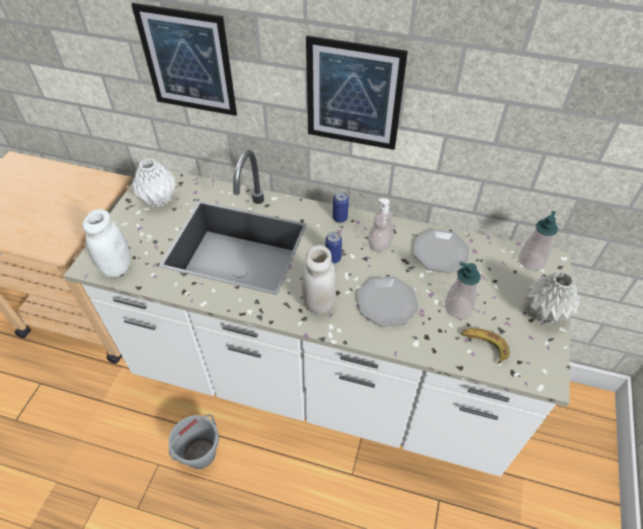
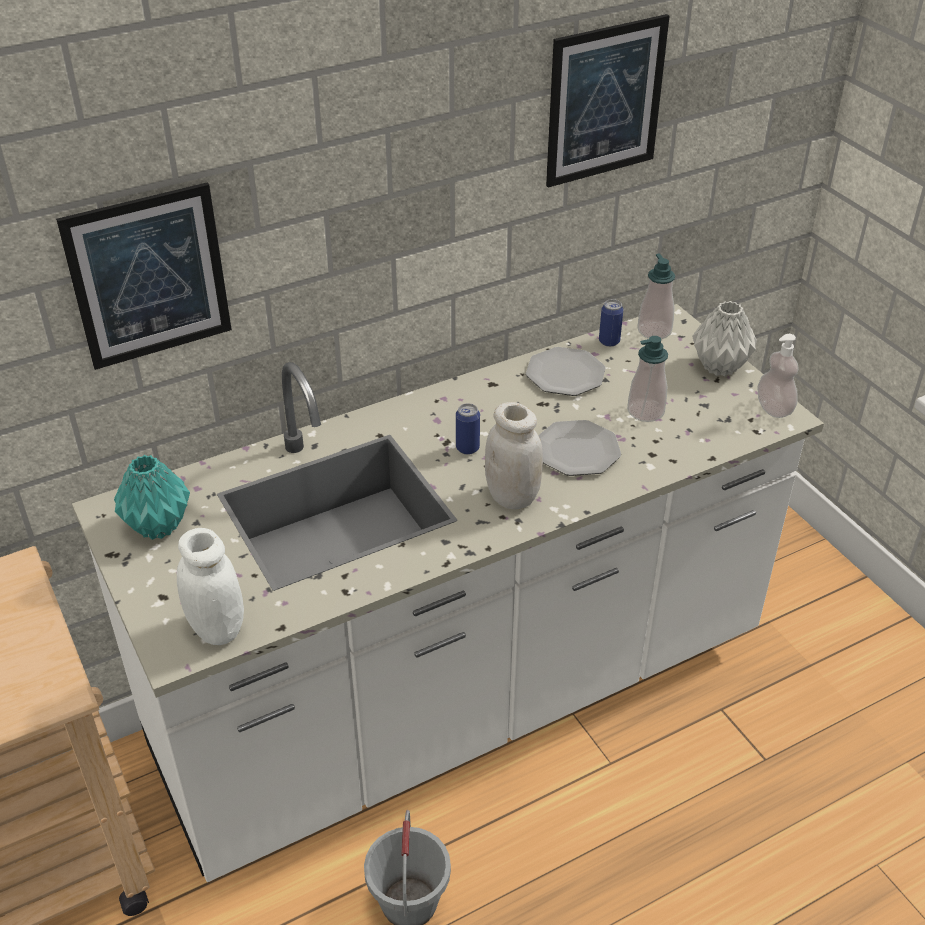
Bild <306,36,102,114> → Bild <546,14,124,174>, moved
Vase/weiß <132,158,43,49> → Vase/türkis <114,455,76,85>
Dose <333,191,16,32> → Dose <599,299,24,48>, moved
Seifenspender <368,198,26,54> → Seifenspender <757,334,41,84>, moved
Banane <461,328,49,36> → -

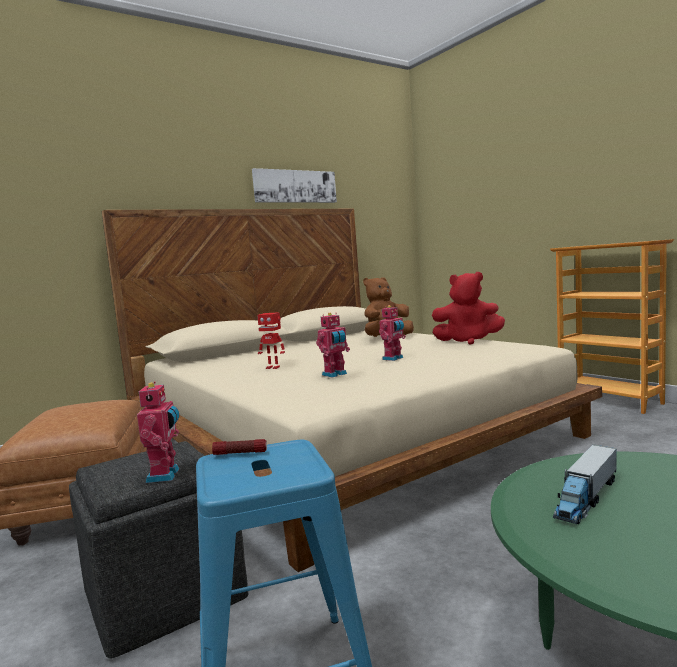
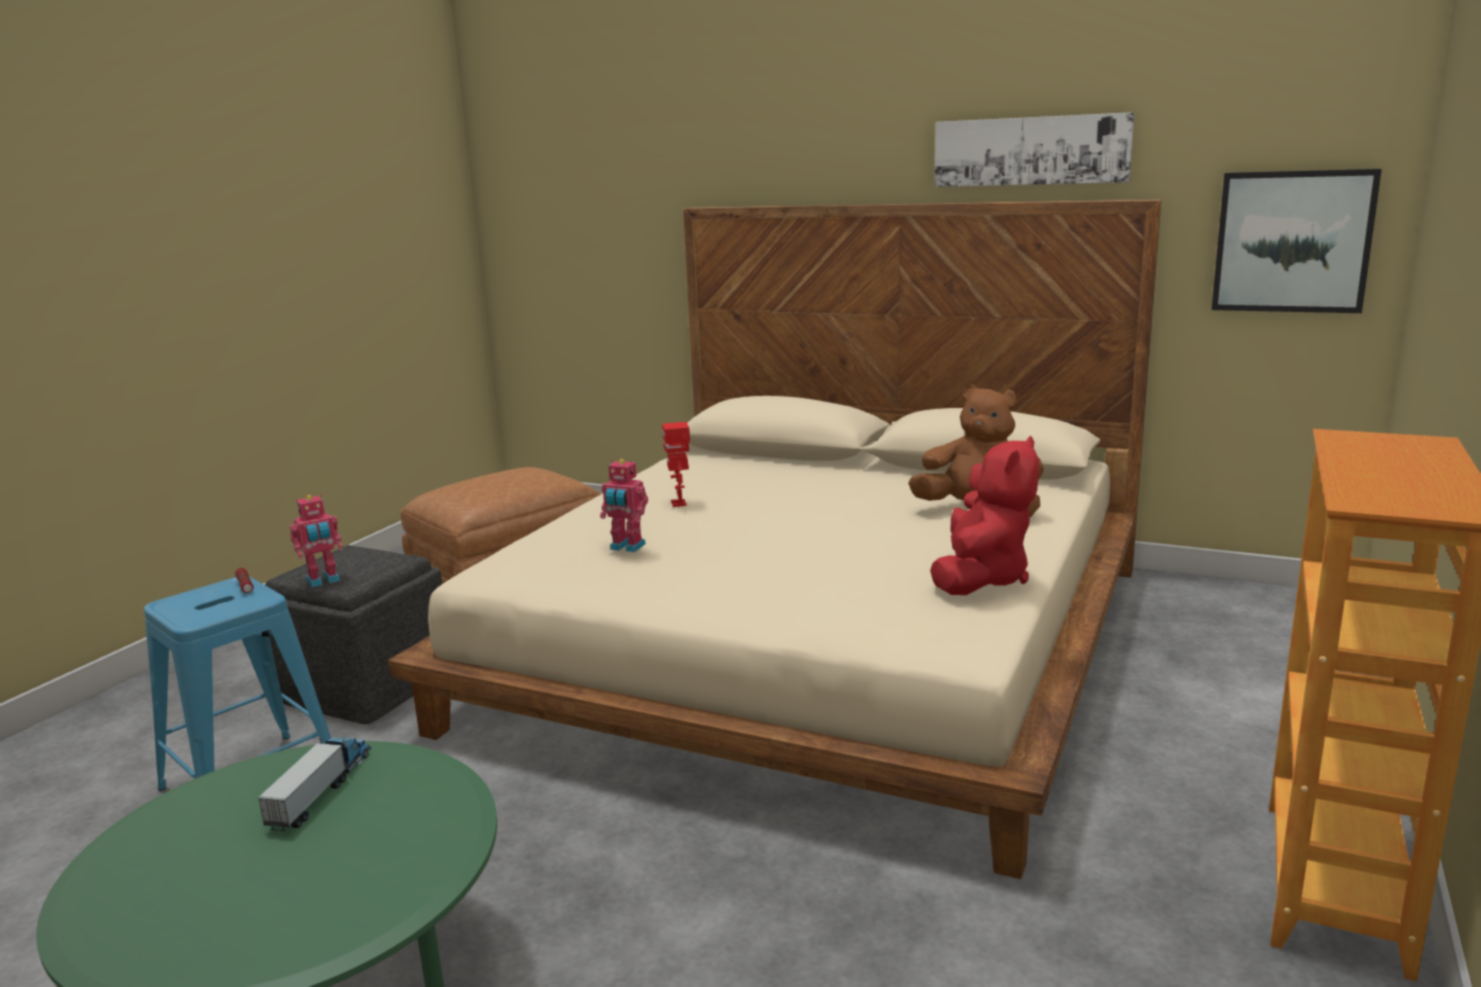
Plüschtier/rot <432,272,73,73> → Plüschtier/rot <930,436,109,159>, 135 degrees counterclockwise
Spielzeugroboter <379,305,27,56> → -
Spielzeuglaster <553,444,64,80> → Spielzeuglaster <258,737,113,94>, 90 degrees clockwise
- → Bild <1211,169,171,144>

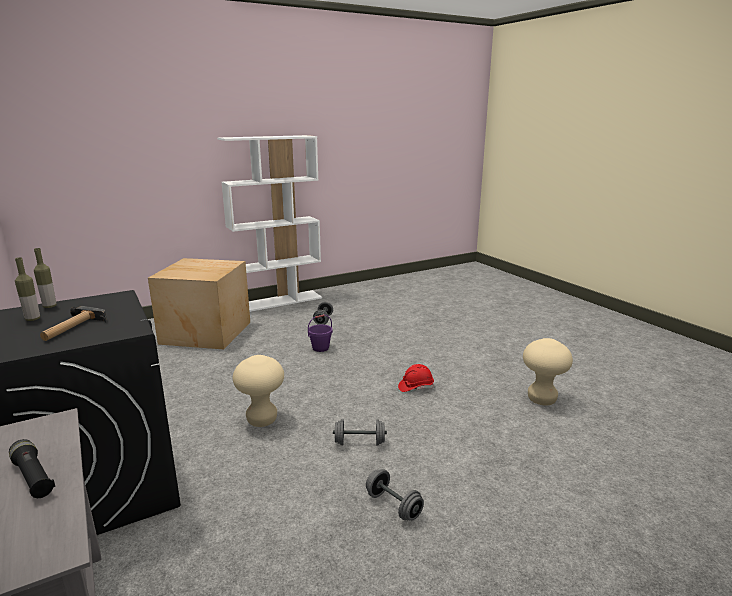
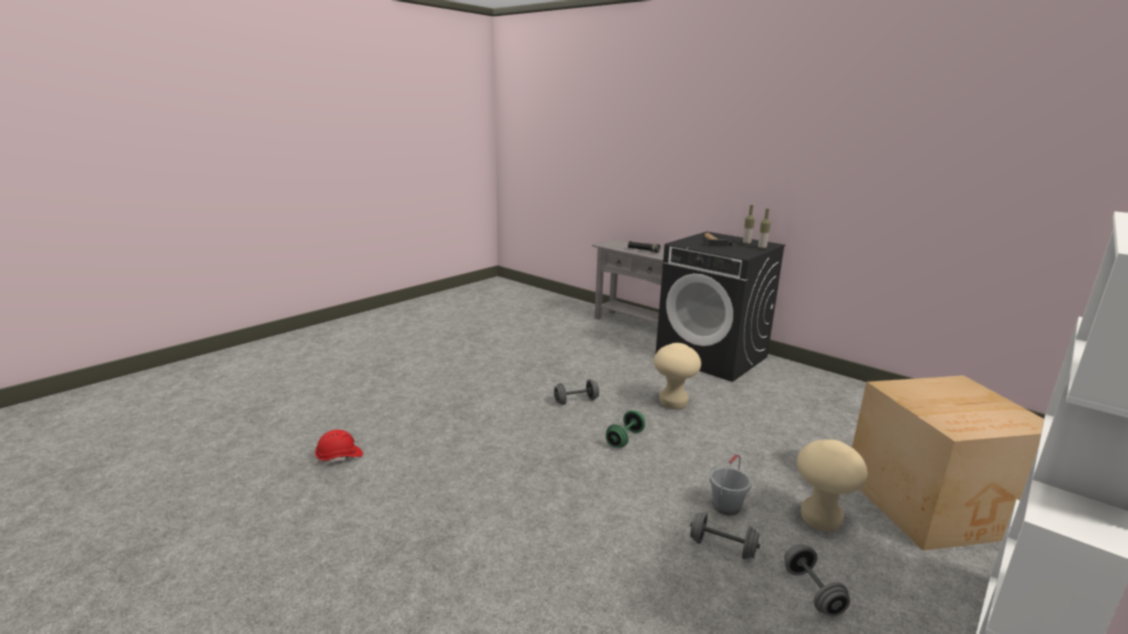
Eimer/lila <308,314,25,38> → Eimer/grau <710,454,41,62>
Hocker/beige <523,338,50,68> → Hocker/beige <797,439,71,92>, moved
Schutzhelm/rot <398,364,36,28> → Schutzhelm/rot <315,430,48,36>, moved
Hantel/grau <366,469,58,52> → Hantel/grau <690,512,70,48>, moved
- → Hantel/grün <606,410,39,38>

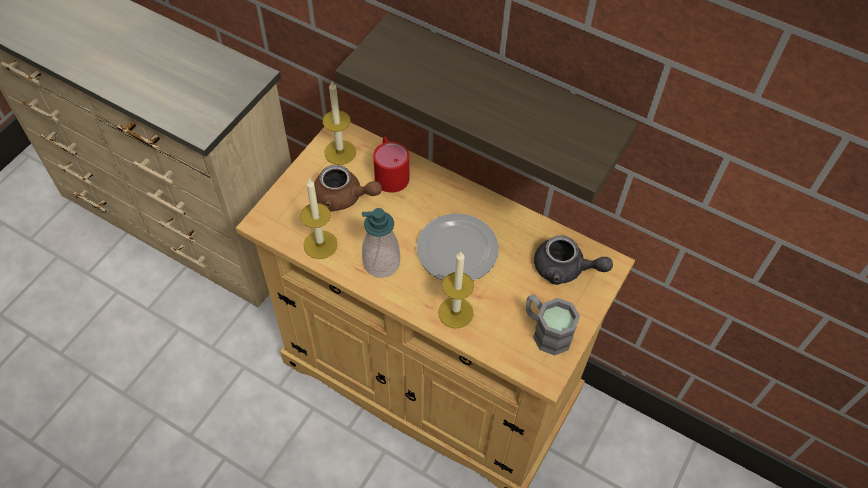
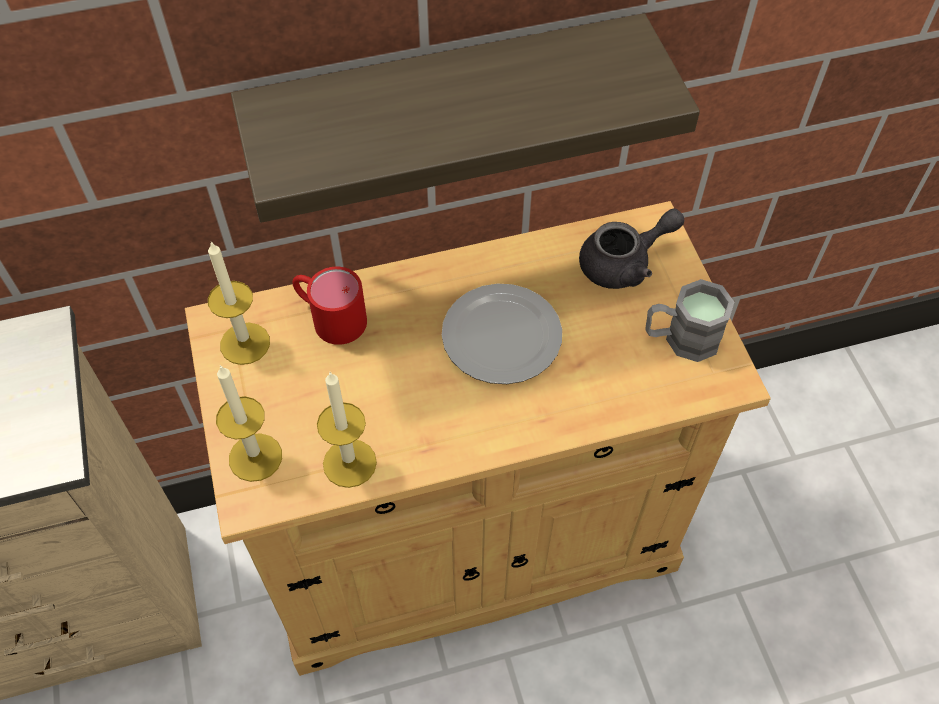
Teekanne/braun <314,165,68,47> → -
Seifenspender <362,208,38,70> → -
Kerze <438,252,36,77> → Kerze <216,365,66,117>, moved

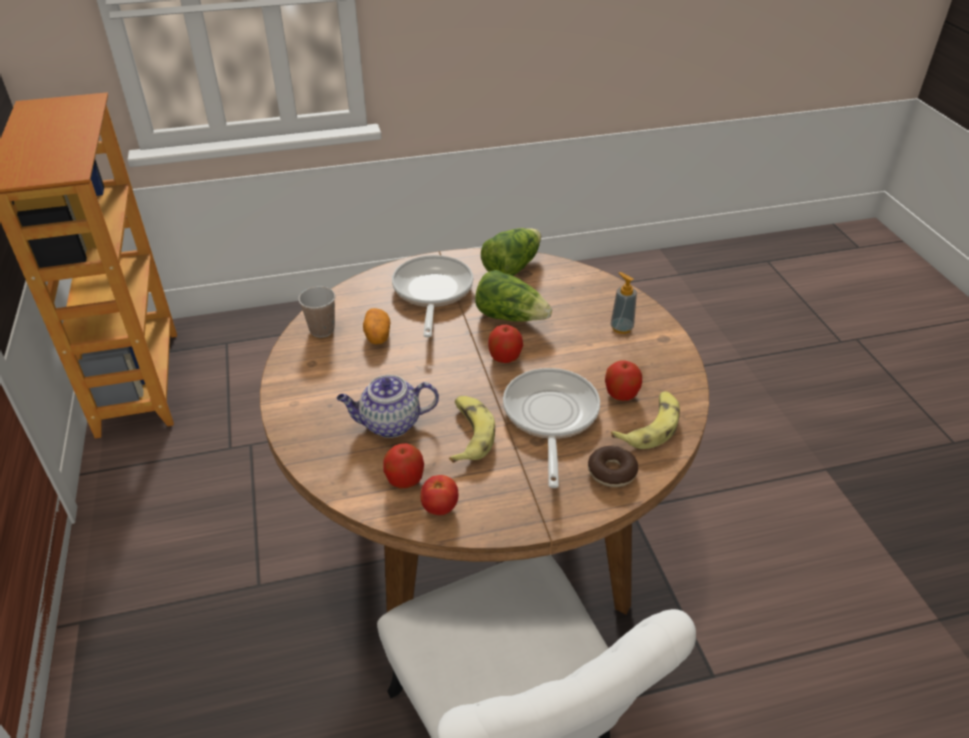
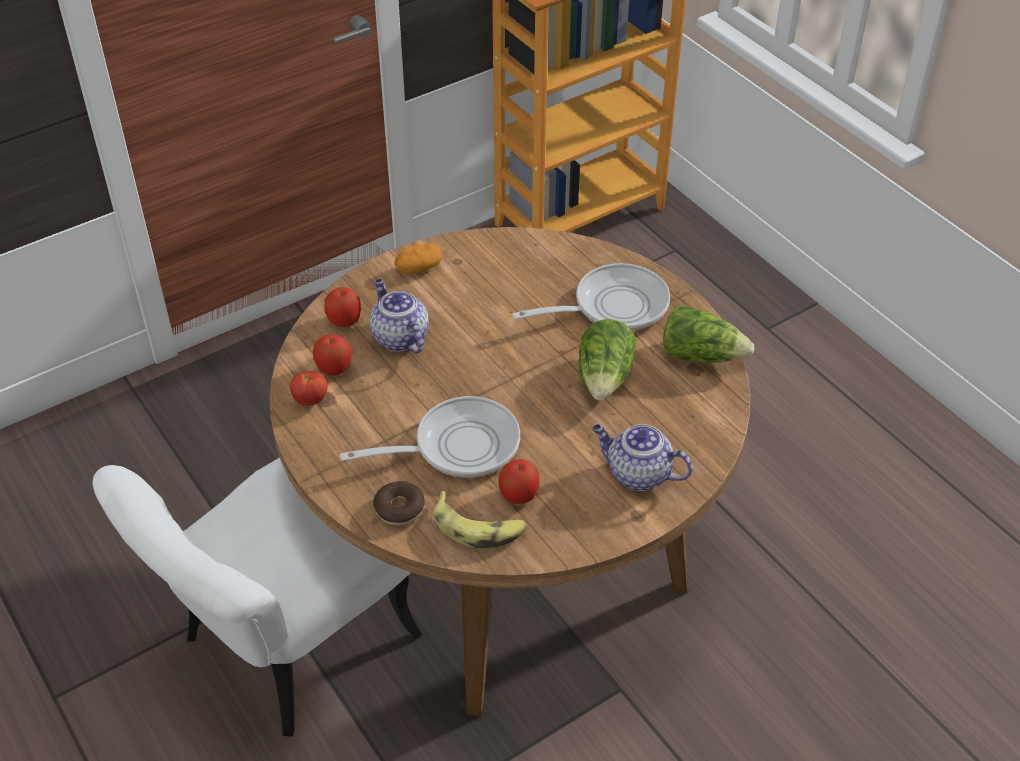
Seifenspender <610,272,27,62> → Teekanne <592,424,101,67>
Tasse <299,286,36,51> → -
Kartoffel <363,308,27,36> → Kartoffel <394,243,48,32>, moved
Apfel <488,325,35,38> → Apfel <324,287,37,40>, moved
Banane <449,396,46,67> → -

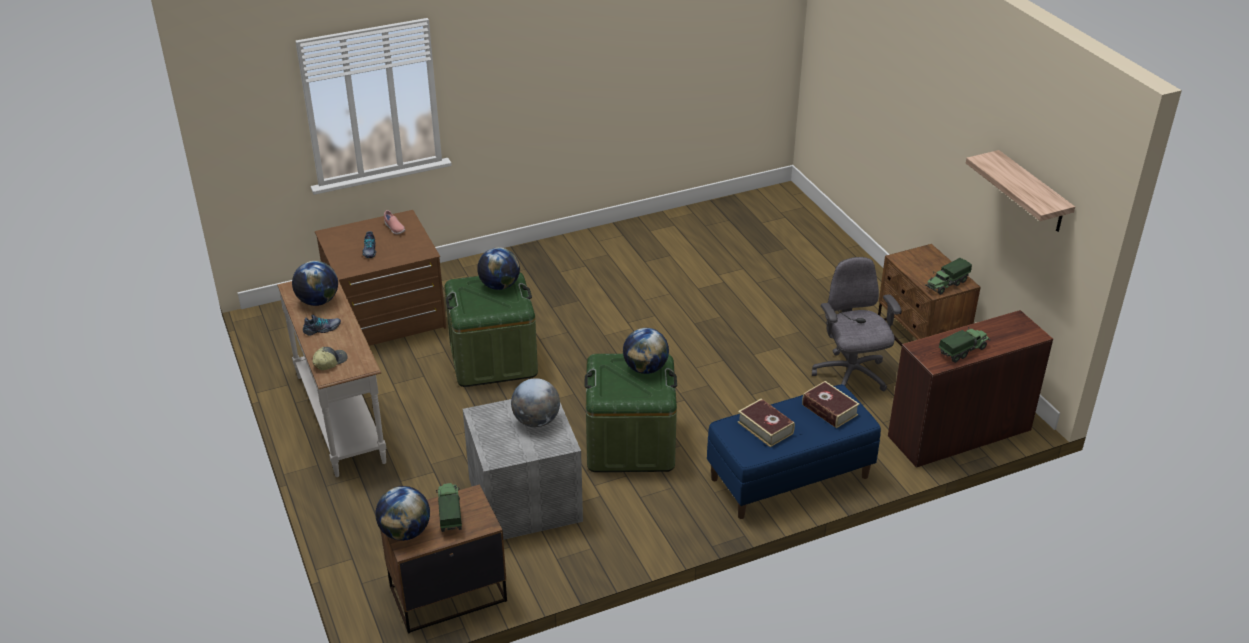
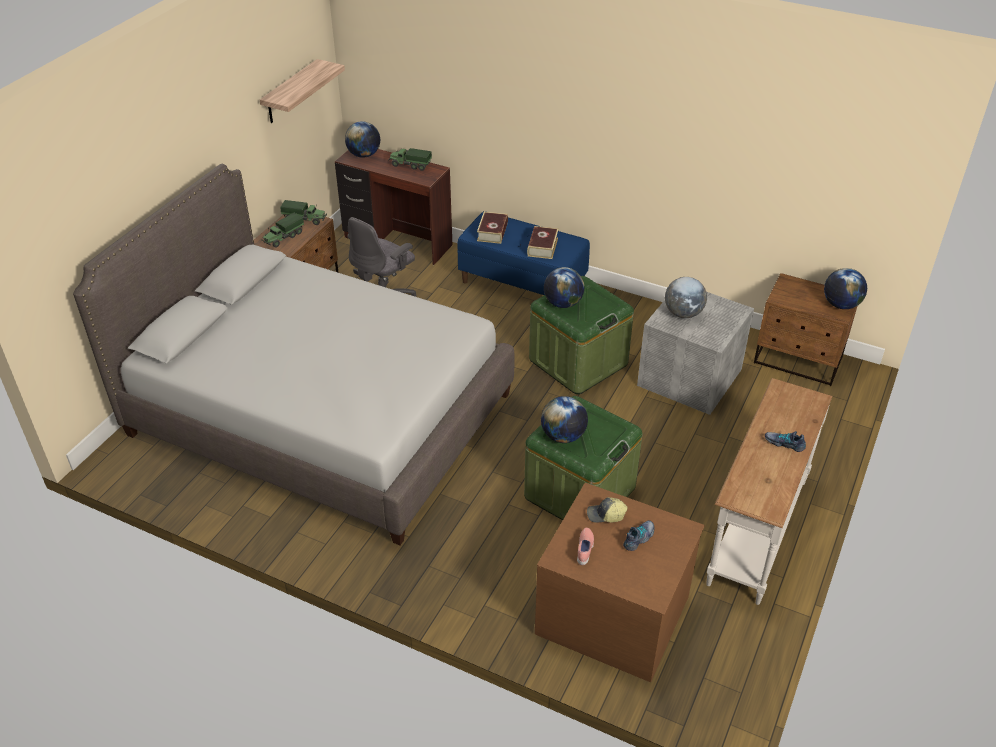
Globus <292,261,46,45> → Globus <345,121,35,37>, moved
Kappe <312,347,36,23> → Kappe <587,497,41,26>, moved
Spielzeuglaster <436,483,26,49> → Spielzeuglaster <262,213,42,34>, moved
- → Bett/grau <73,164,441,381>

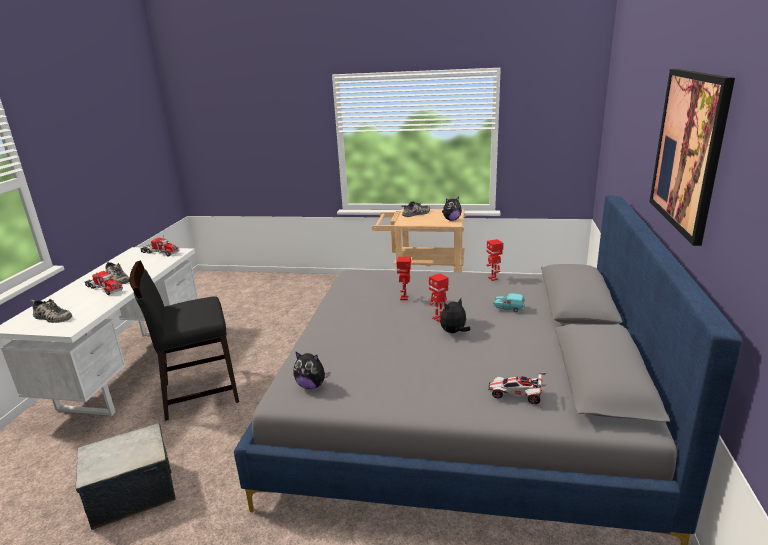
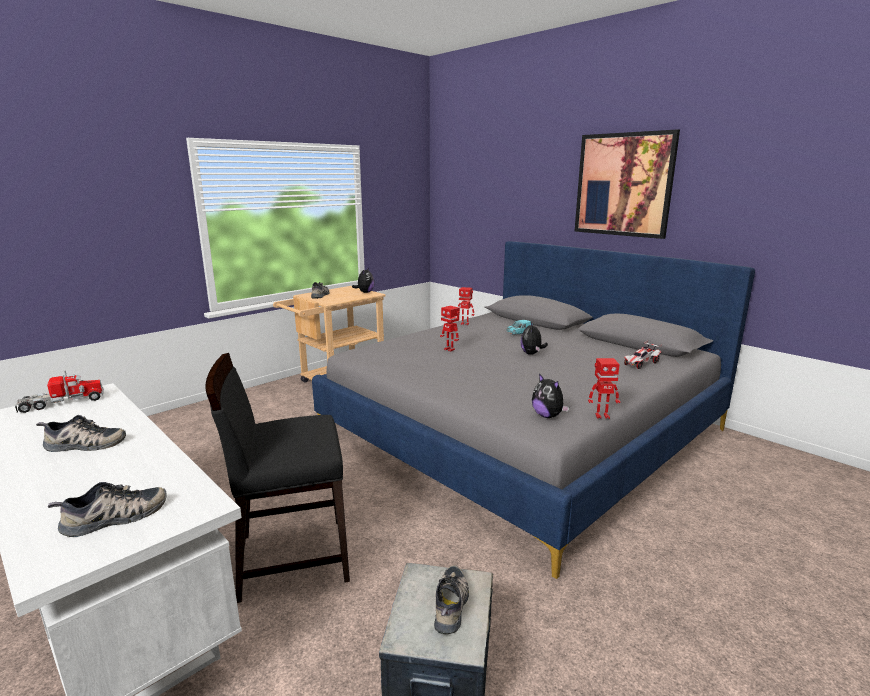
Stuhl/schwarz <129,260,110,161> → Stuhl/schwarz <205,353,145,250>, 60 degrees clockwise
Spielzeuglaster <85,269,38,26> → -
Spielzeugroboter <429,273,20,49> → Spielzeugroboter <588,358,32,61>, moved
Plüschtier <293,351,37,38> → Plüschtier <532,374,37,44>, 90 degrees clockwise
- → Schuh <434,565,35,69>

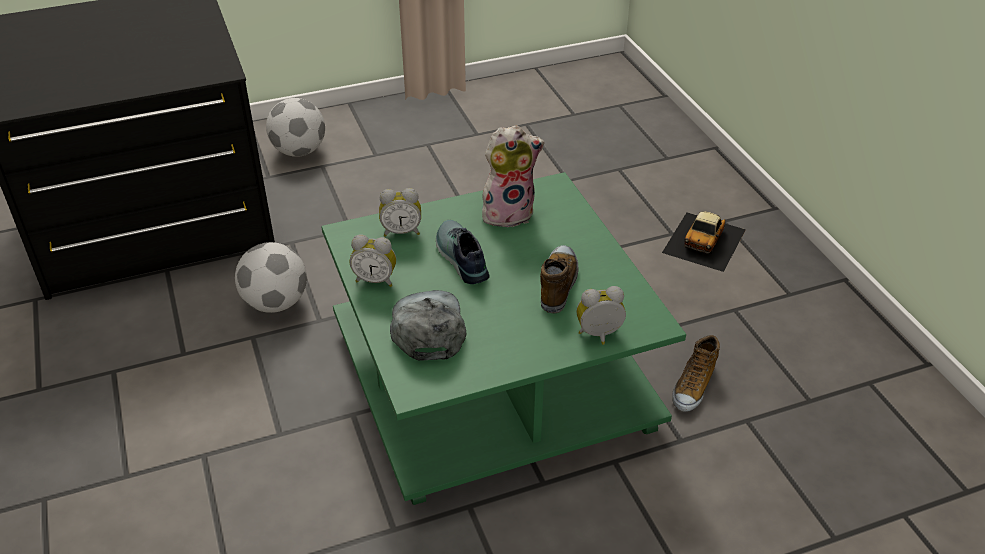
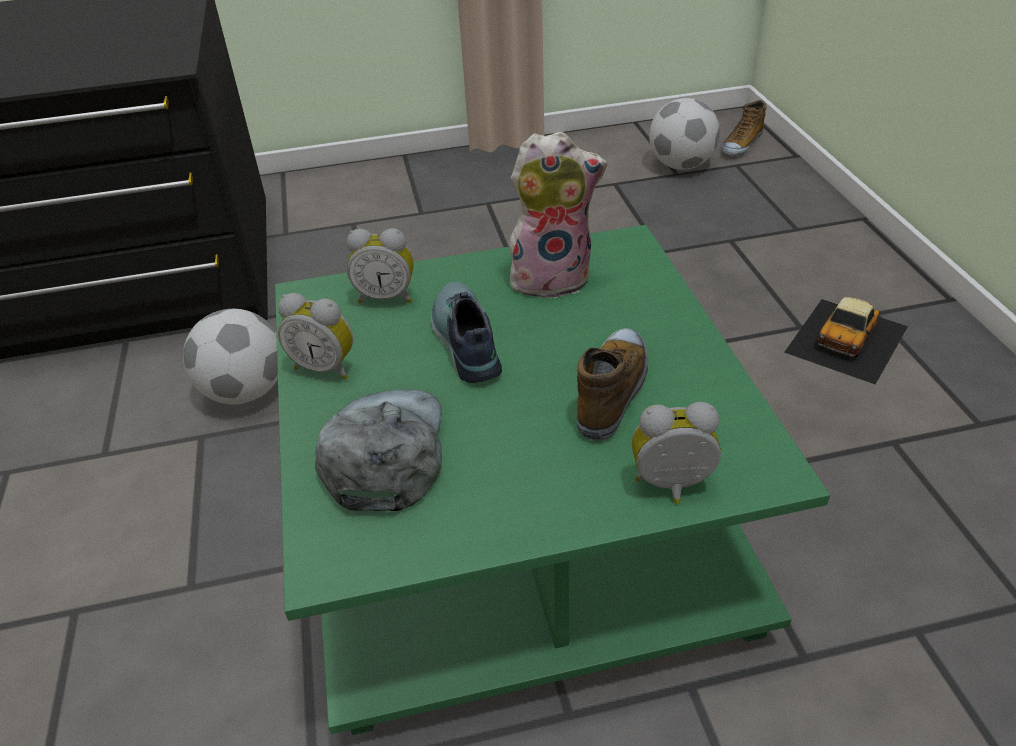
Fußball <266,98,59,59> → Fußball <649,98,71,72>, moved
Schuh <672,335,48,77> → Schuh <721,100,46,56>, moved

